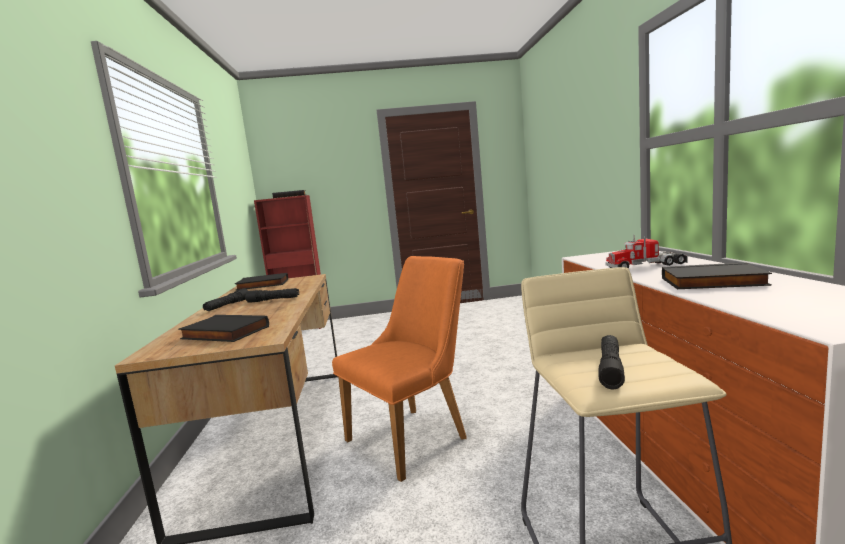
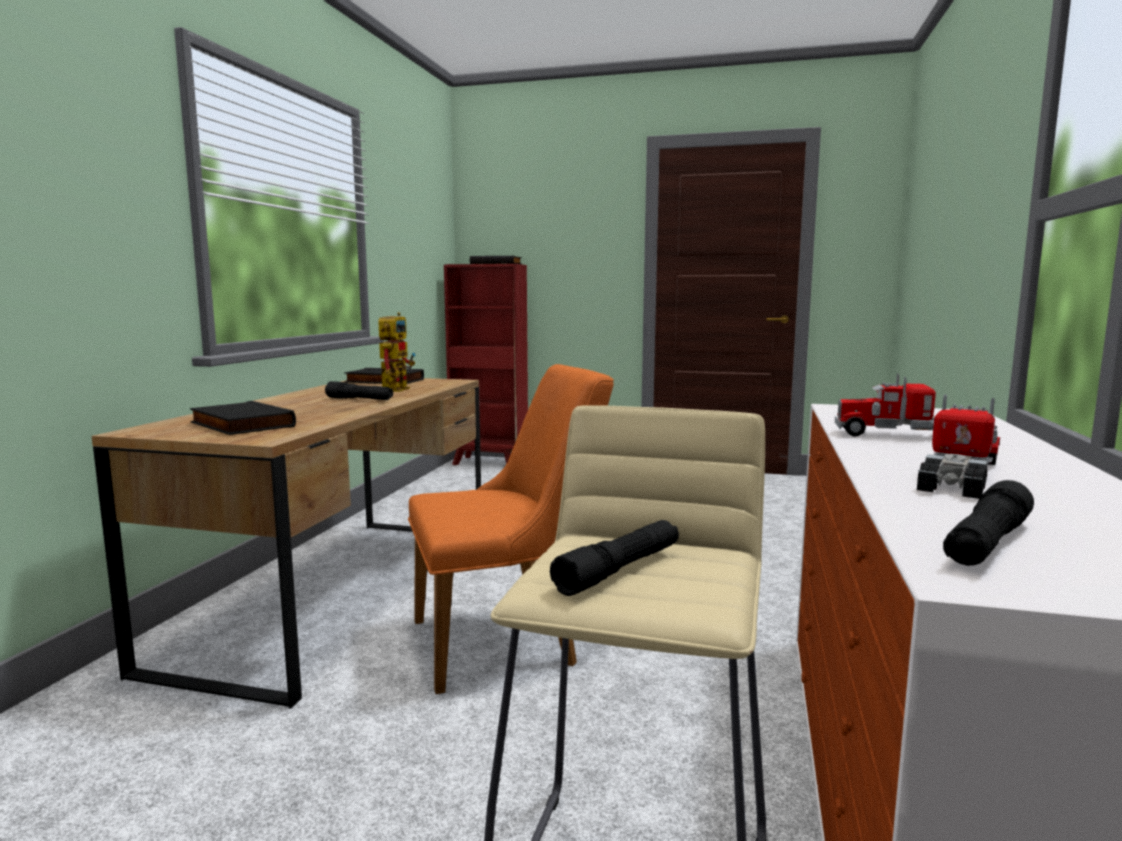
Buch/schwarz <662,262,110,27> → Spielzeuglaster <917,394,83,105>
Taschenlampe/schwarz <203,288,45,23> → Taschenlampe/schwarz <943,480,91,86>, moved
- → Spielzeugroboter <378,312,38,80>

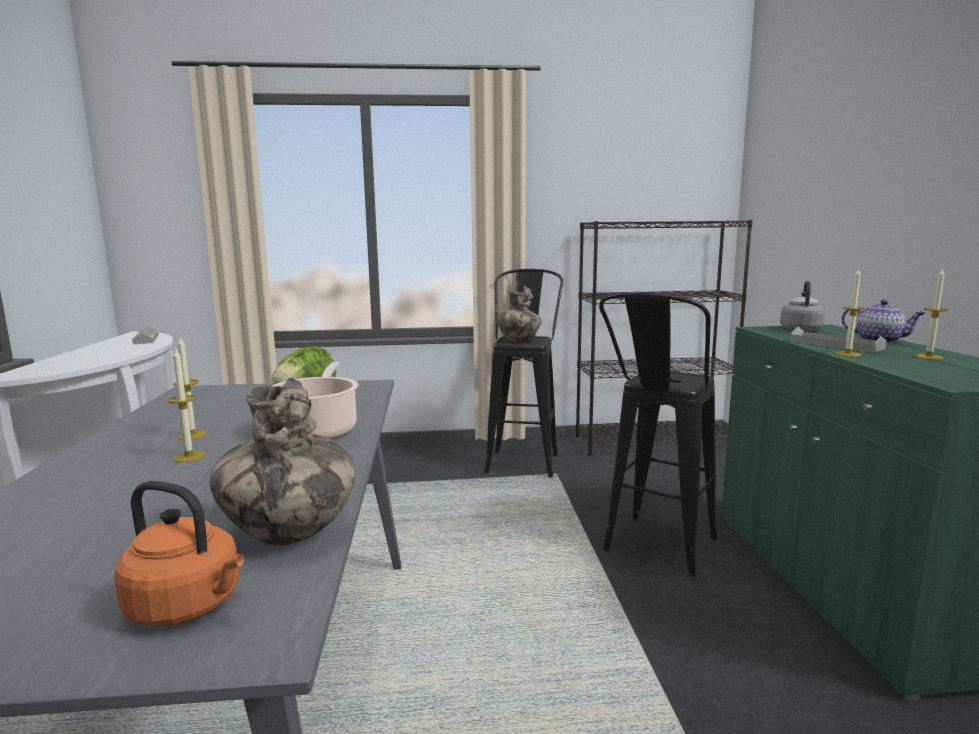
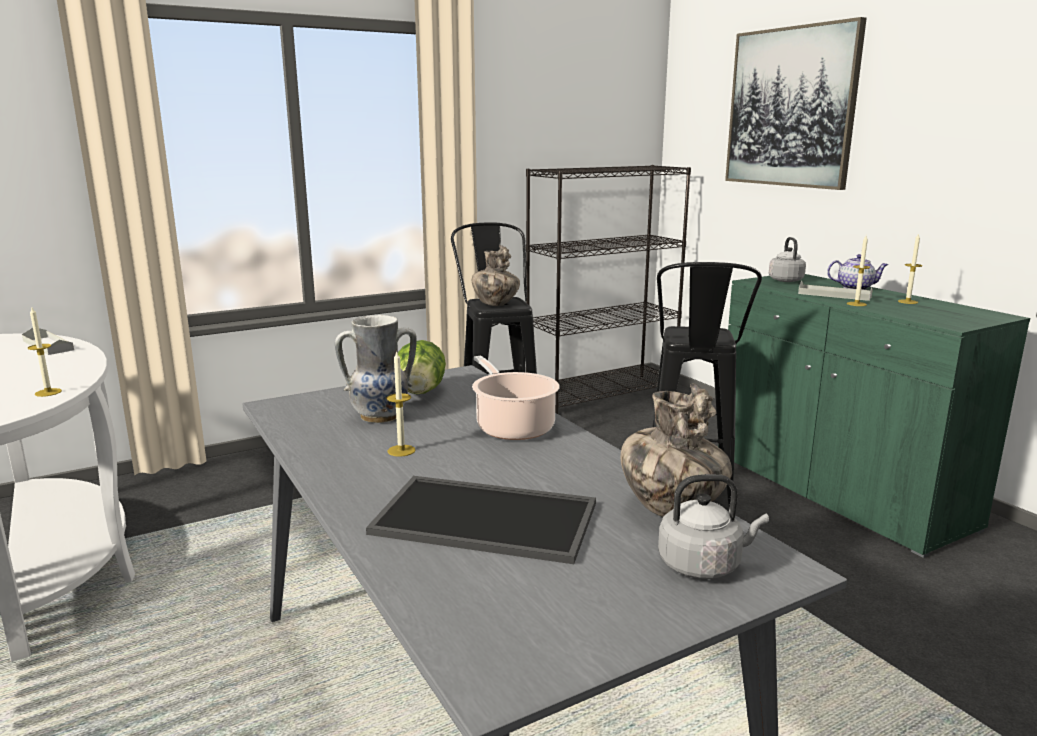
Kerze <168,349,38,114> → Kerze <28,306,34,91>, moved
Wasserkessel/orange <114,481,130,146> → Wasserkessel/grau <658,474,111,105>
- → Bild <725,17,142,173>
- → Vase <335,315,82,108>
- → Tablett <366,476,230,88>

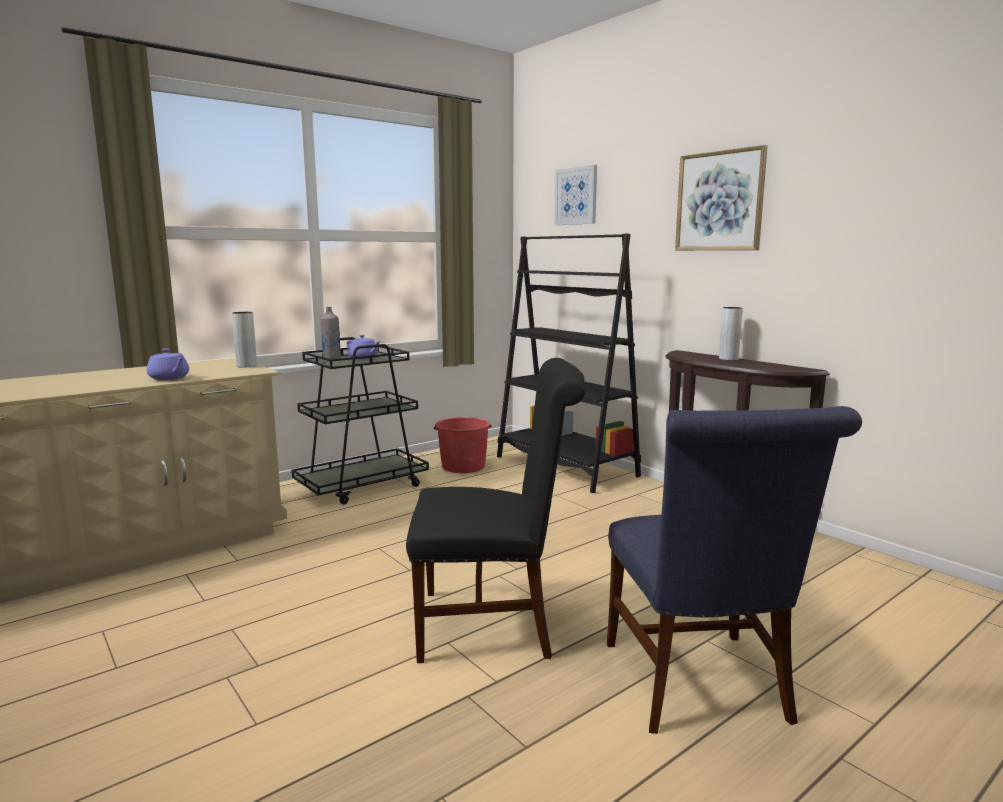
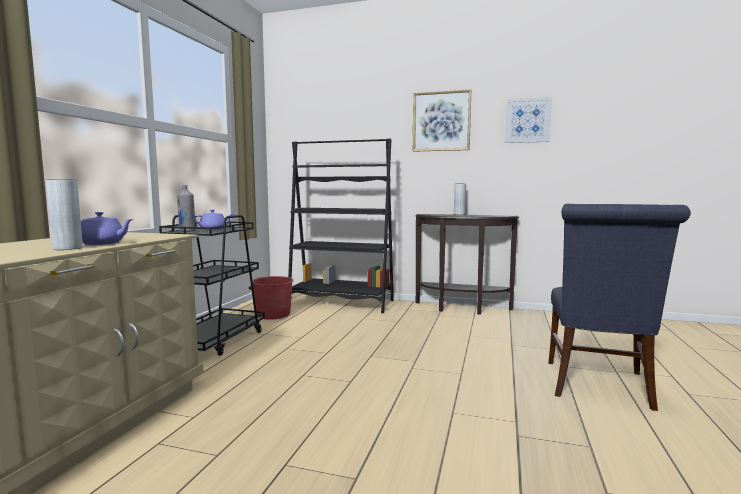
Bild <555,165,42,60> → Bild <505,97,47,46>, moved
Vase/grau <232,312,25,56> → Vase/grau <46,179,37,71>, moved
Stuhl/schwarz <406,358,179,305> → -
Stuhl/blau <607,406,255,328> → Stuhl/blau <548,204,143,207>, 60 degrees clockwise

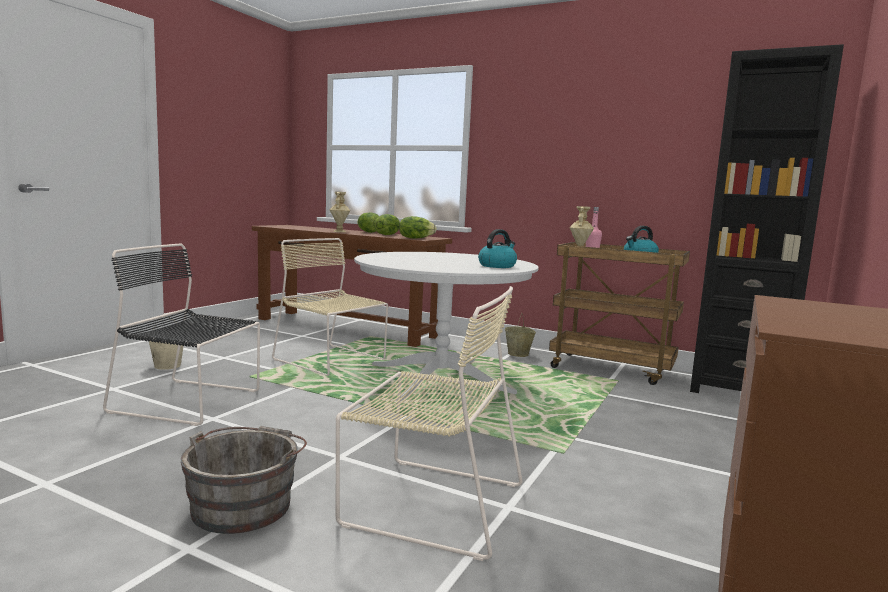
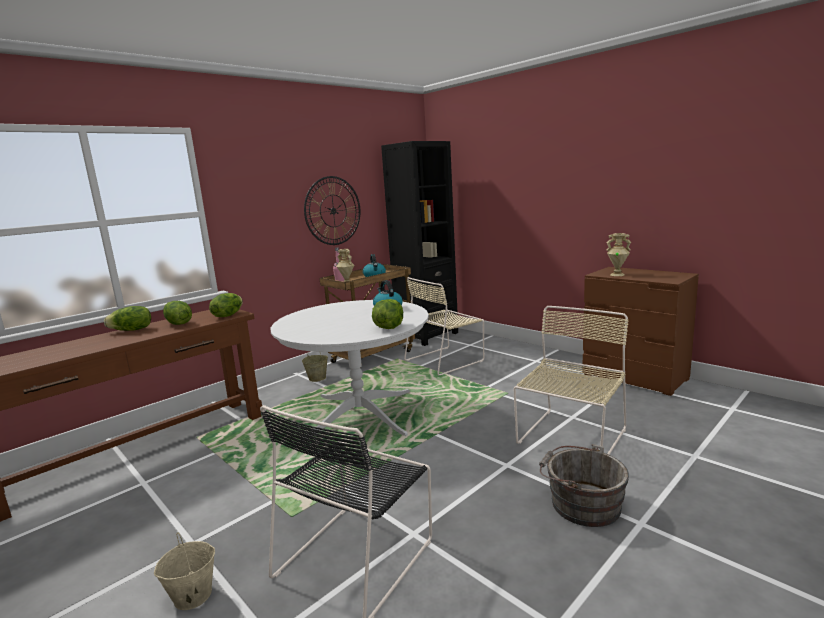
Vase/beige <330,192,20,40> → Vase/beige <607,233,24,43>, moved
Stuhl/beige <272,238,116,138> → Stuhl/beige <404,277,80,98>, moved
- → Wanduhr <304,176,56,69>
- → Salatkopf <372,299,31,30>

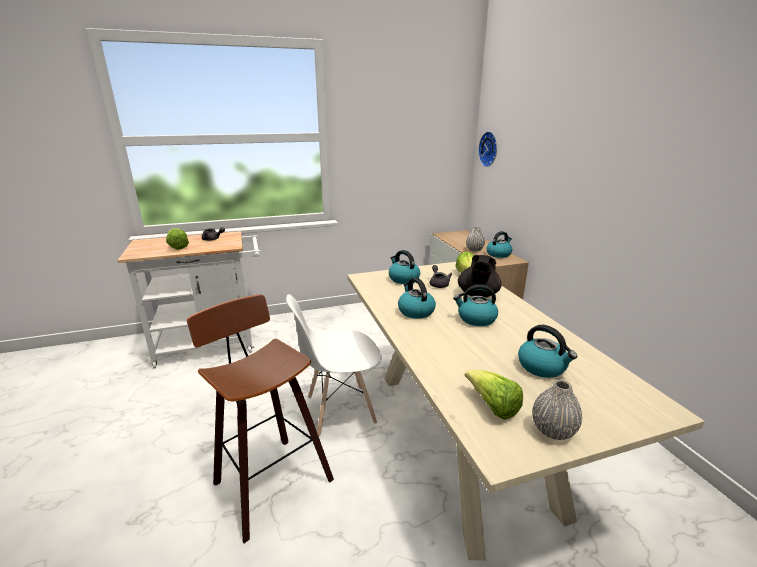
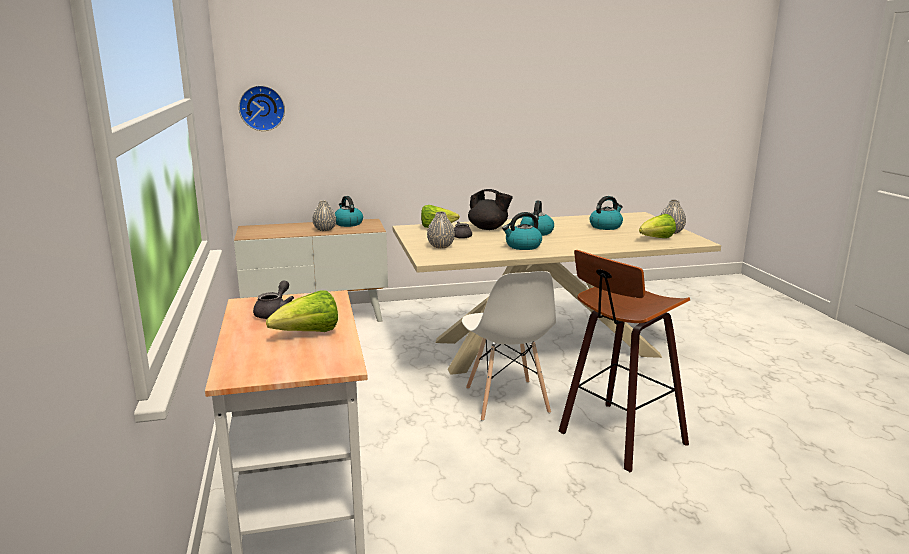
Wasserkessel <389,250,31,34> → Vase/grau <427,212,28,36>

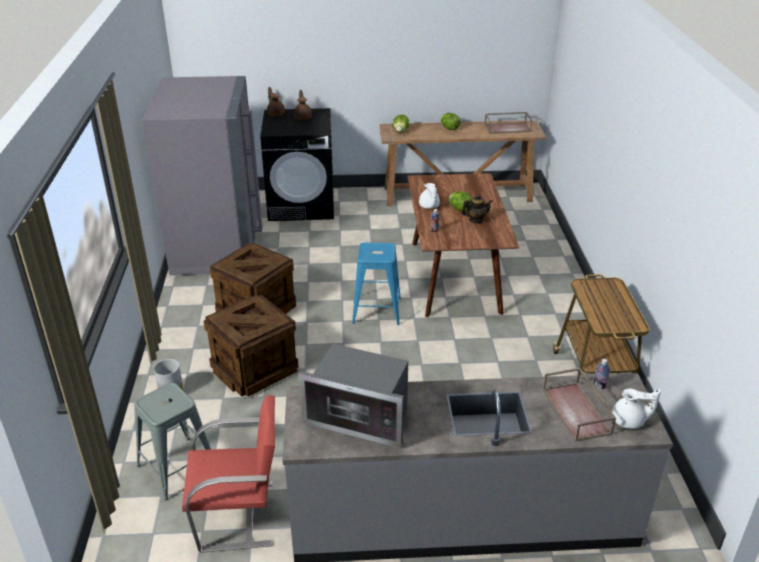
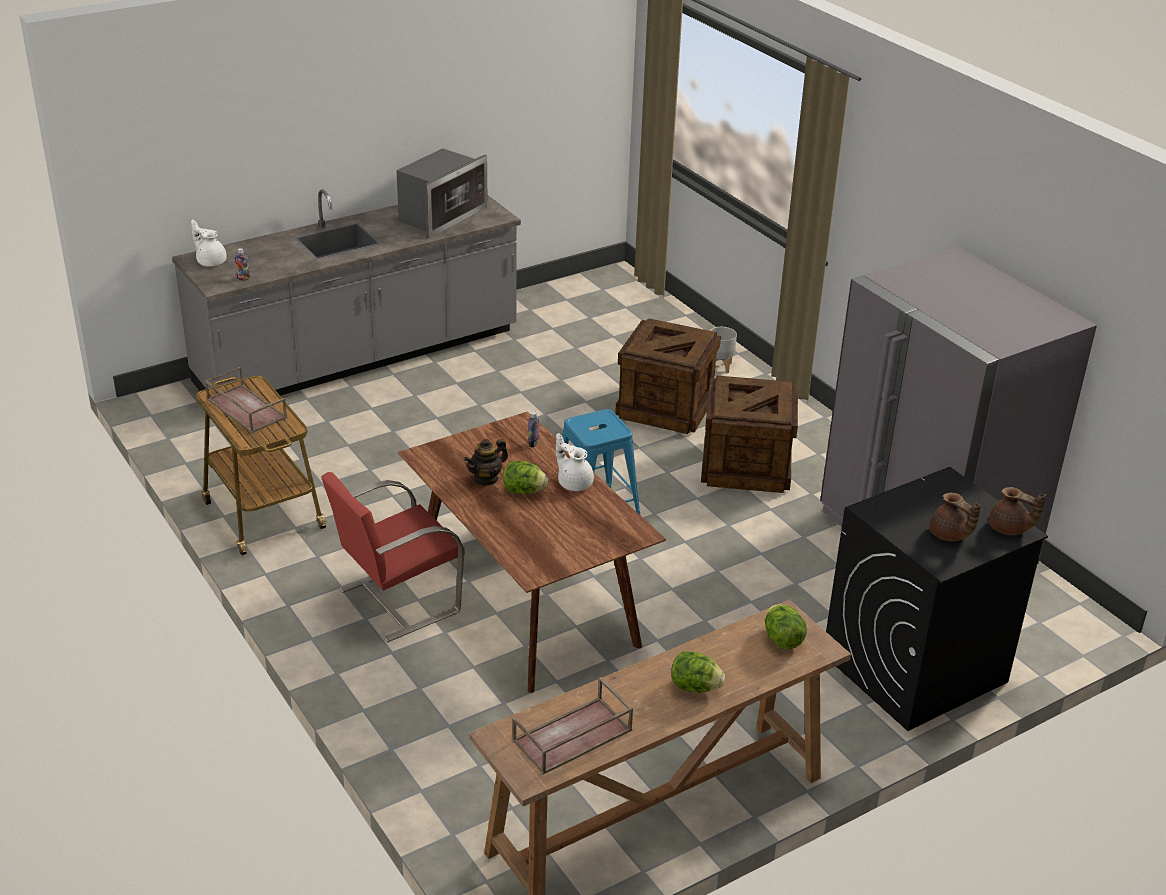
Mikrowelle <298,344,110,105> → Mikrowelle <396,148,92,91>, 135 degrees clockwise
Tablett/braun <542,367,74,75> → Tablett/braun <205,367,82,66>, moved
Hocker/grau <134,383,77,118> → -
Teekanne/weiß <612,389,49,40> → Teekanne/weiß <191,220,36,47>, 60 degrees clockwise
Stuhl/rot <182,395,93,158> → Stuhl/rot <321,472,144,171>, moved

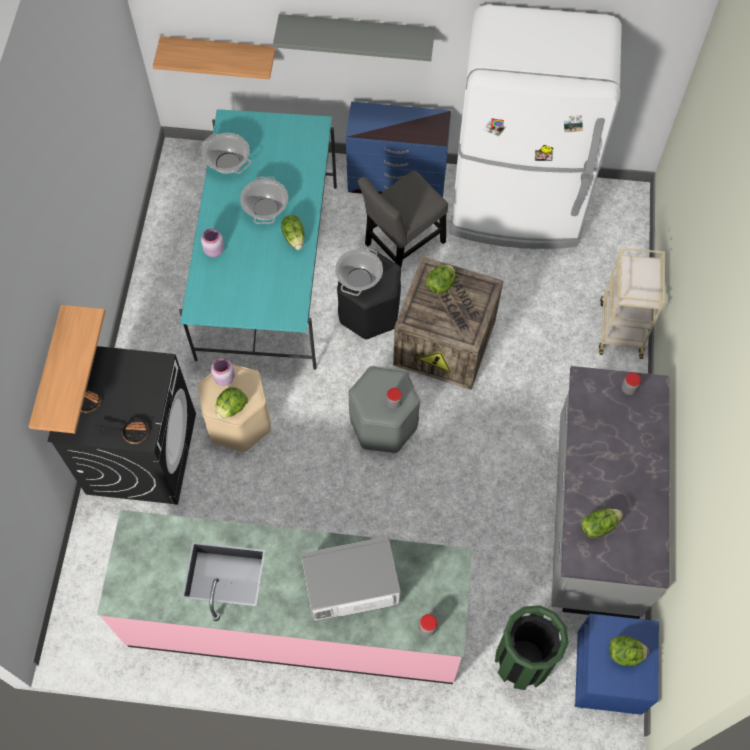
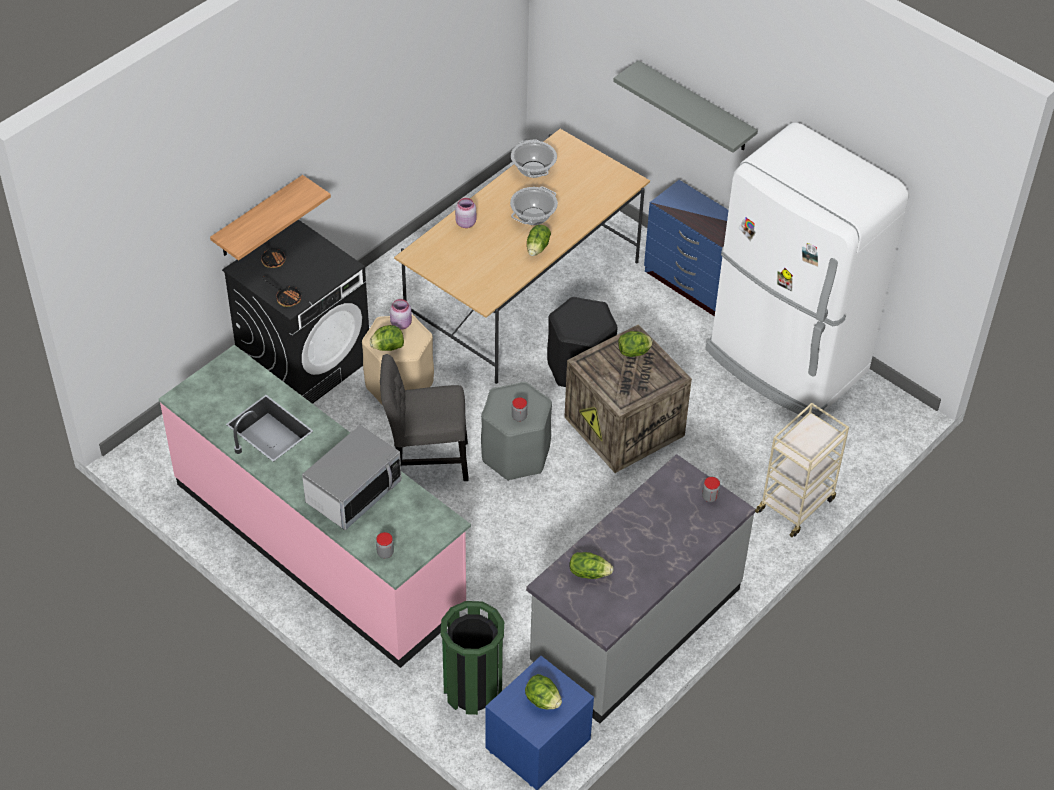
Wandregal <153,36,123,44> → -
Esstisch/türkis <179,109,158,261> → Esstisch/beige <394,129,256,255>
Stuhl/grau <358,170,90,98> → Stuhl/grau <380,354,89,127>, moved
Kochtopf <335,246,48,50> → -
Mikrowelle <301,536,100,86> → Mikrowelle <302,425,100,105>, 105 degrees clockwise

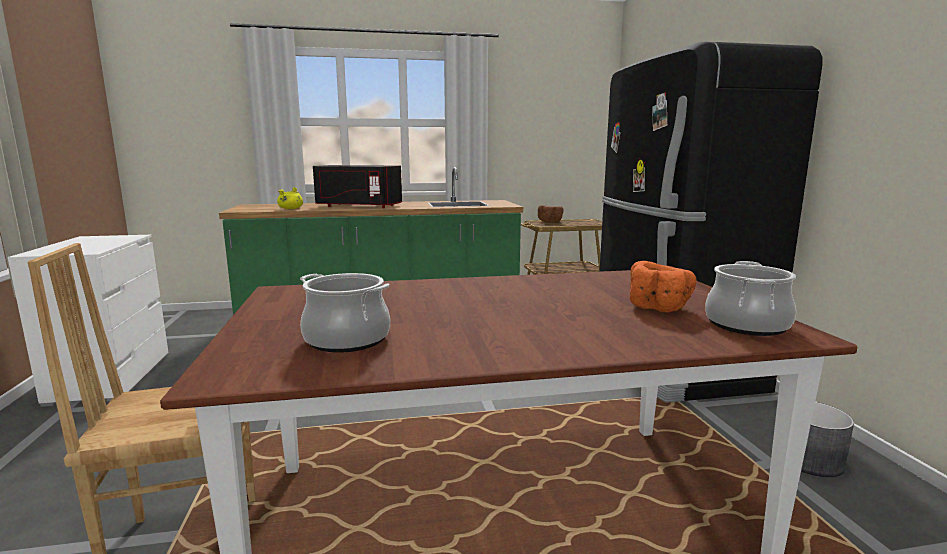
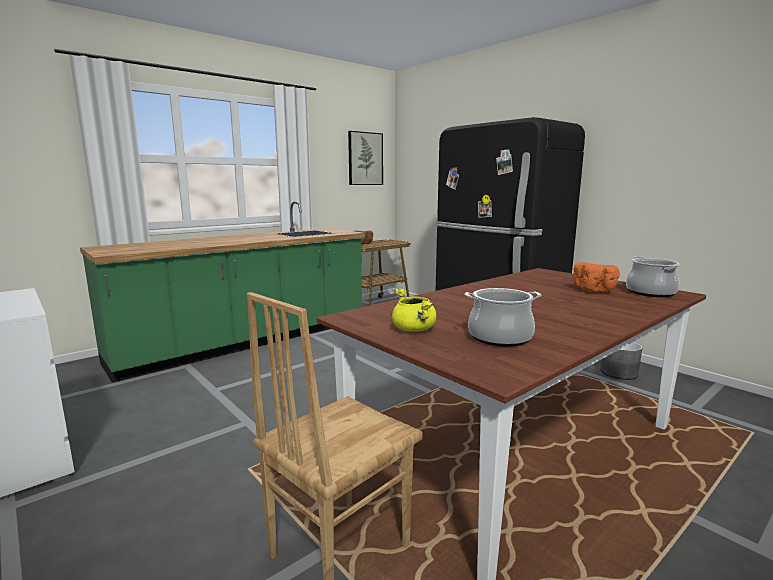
Mikrowelle/schwarz <313,165,89,43> → -
Kochtopf/gelb <277,187,26,22> → Kochtopf/gelb <392,288,44,44>, moved
- → Bild <348,131,35,54>

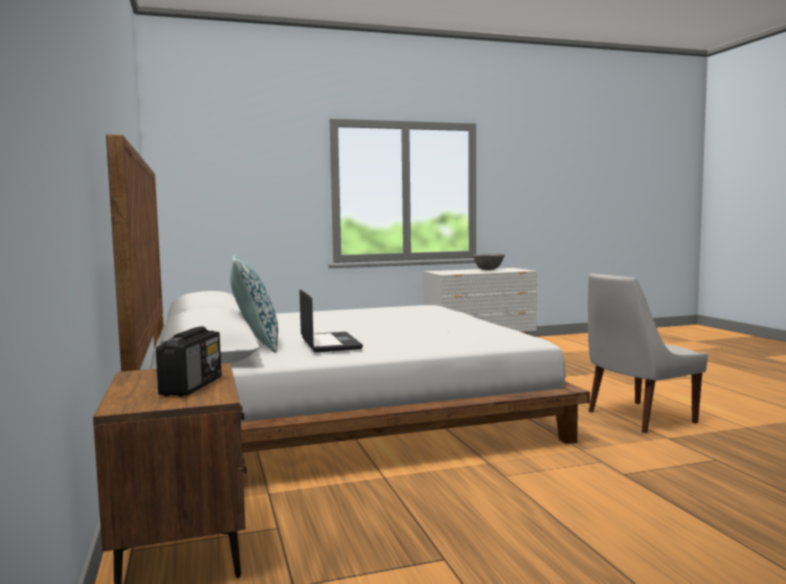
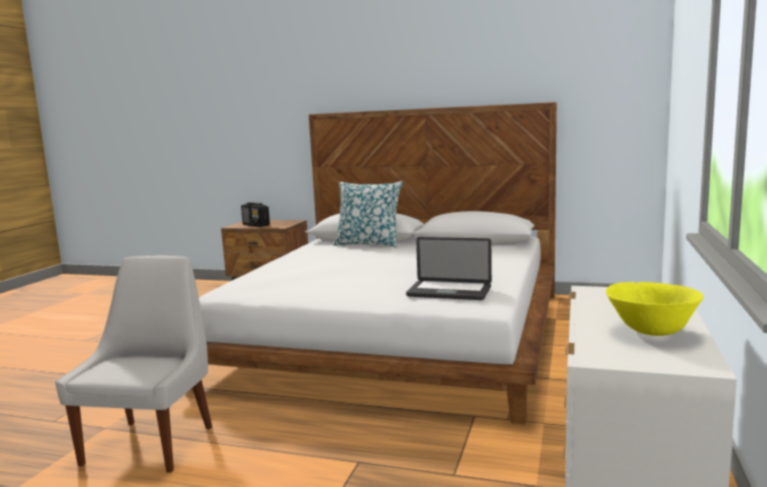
Schüssel/grau <472,253,33,17> → Schüssel/gelb <606,282,98,54>
Laptop <300,289,63,63> → Laptop <406,237,86,63>, moved

